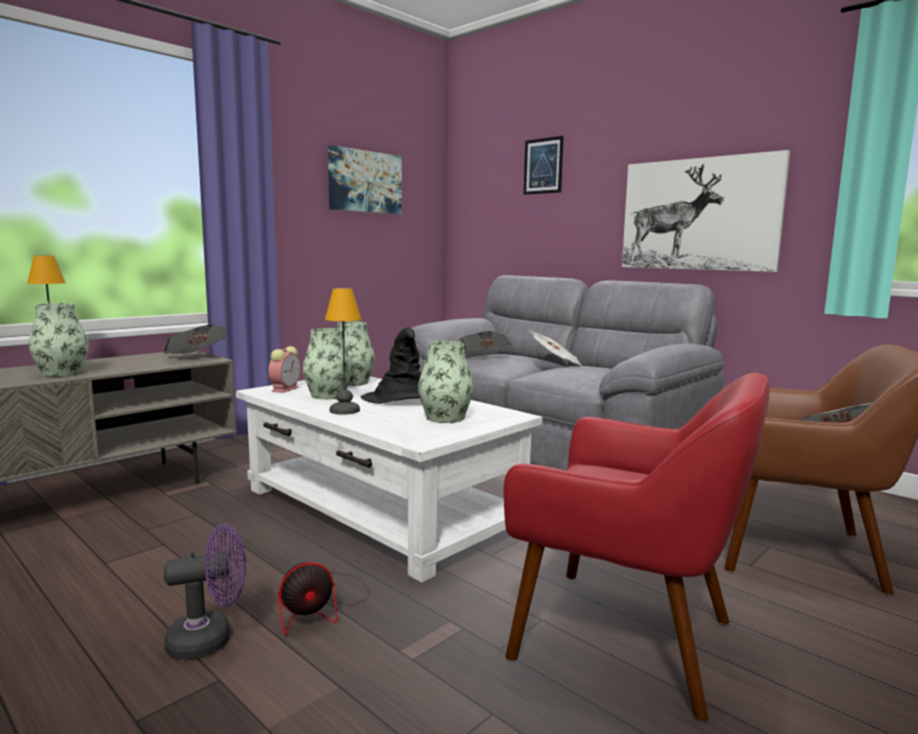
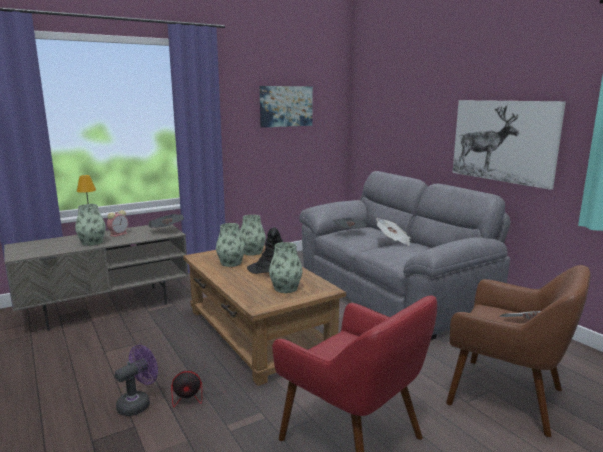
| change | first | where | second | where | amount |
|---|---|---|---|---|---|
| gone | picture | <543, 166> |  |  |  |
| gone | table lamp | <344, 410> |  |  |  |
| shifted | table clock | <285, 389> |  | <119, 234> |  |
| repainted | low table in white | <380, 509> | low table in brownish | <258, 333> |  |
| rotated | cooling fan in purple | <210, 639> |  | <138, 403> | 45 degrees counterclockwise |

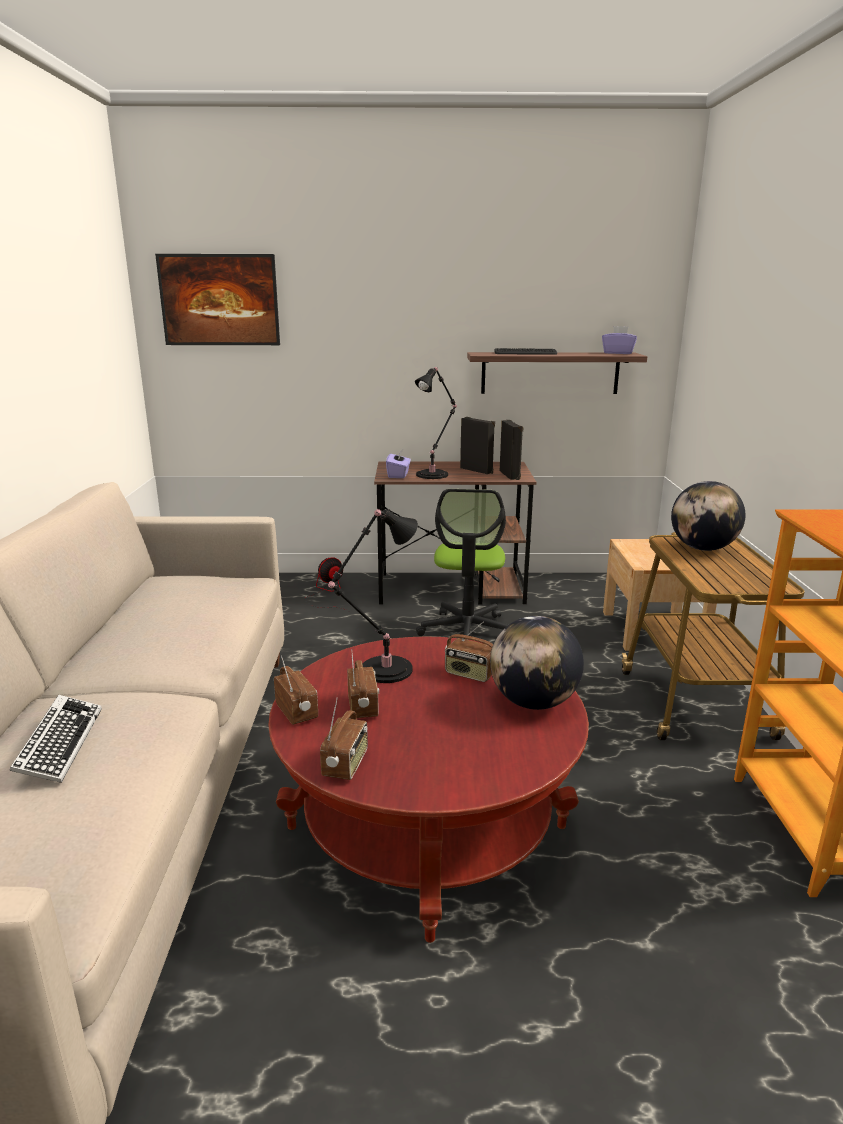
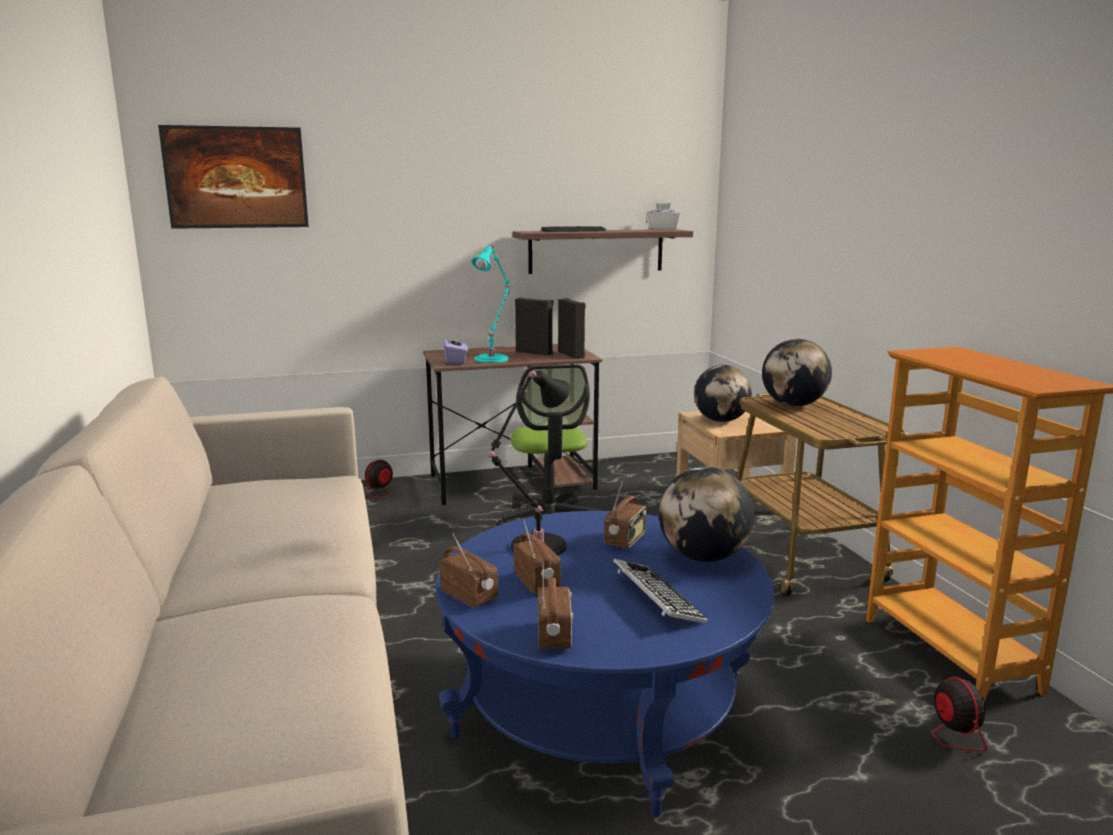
| change | first | where | second | where | amount |
|---|---|---|---|---|---|
| repainted | box of tissues in purple | <618, 353> | box of tissues in white | <662, 229> |  |
| repainted | table lamp in black-coloured | <434, 474> | table lamp in blue-green | <493, 359> |  |
| rotated | radio set | <470, 674> |  | <626, 540> | 75 degrees counterclockwise |
| repainted | low table in red-coloured | <427, 826> | low table in blue-coloured | <600, 709> |  |
| shifted | PC keyboard | <60, 744> |  | <656, 598> |  |
| new |  |  | world globe | <721, 420> |  |
| new |  |  | cooling fan | <923, 728> |  |

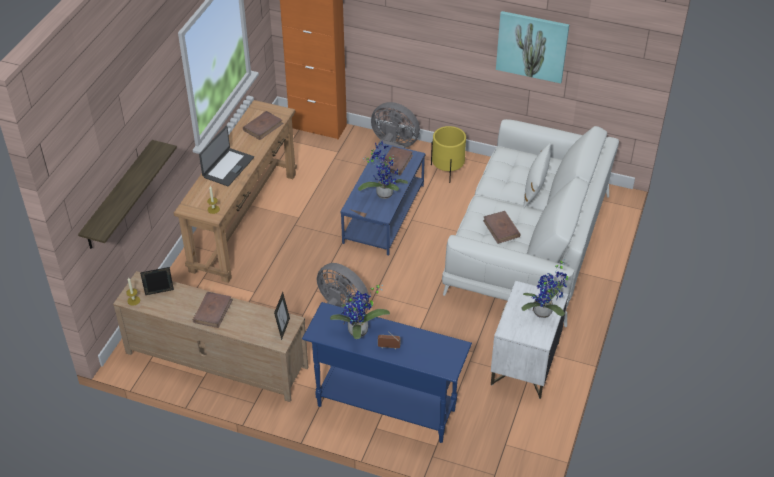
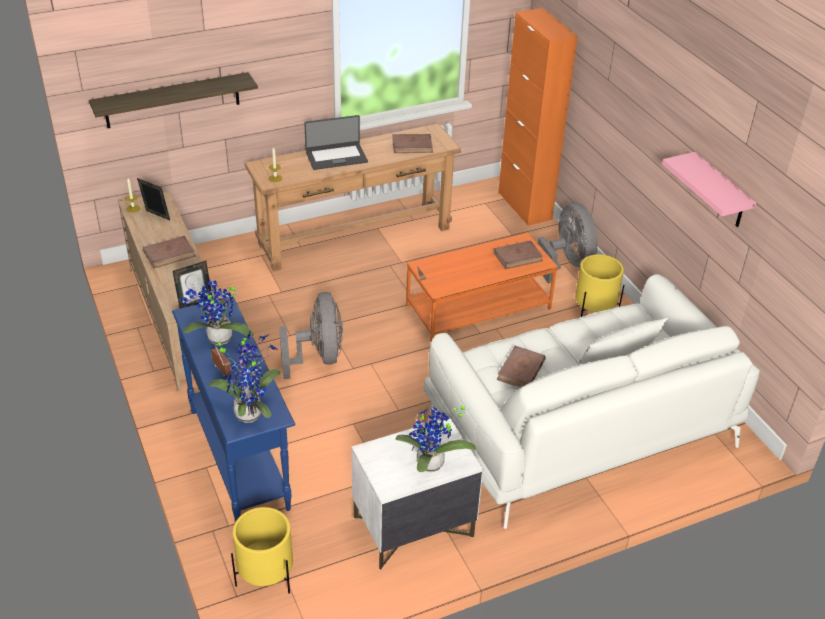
| change | first | where | second | where | amount |
|---|---|---|---|---|---|
| swapped | picture | <532, 46> | shelf in pinkish | <720, 192> |  |
| shifted | houseplant | <383, 192> |  | <250, 412> |  |
| repainted | low table in blue-coloured | <384, 214> | low table in orange | <478, 307> |  |
| new |  |  | plant pot in yellowish | <266, 576> |  |

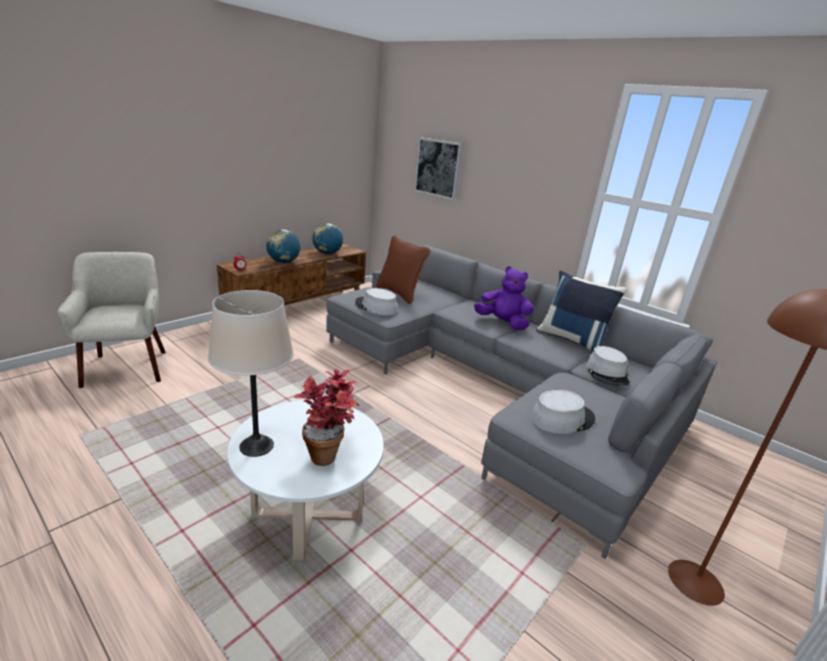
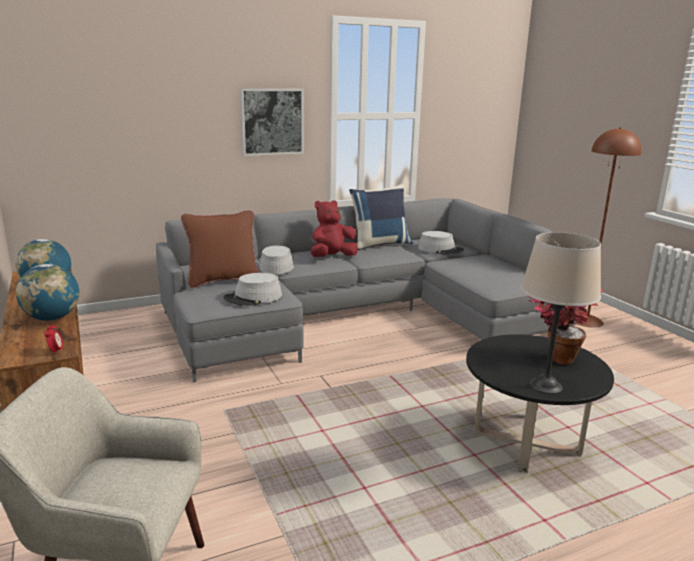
| change | first | where | second | where | amount |
|---|---|---|---|---|---|
| shifted | picture | <438, 168> |  | <272, 121> |  |
| repainted | plush toy in purple | <502, 323> | plush toy in red-coloured | <332, 257> |  |
| shifted | clothing hat in gray | <562, 418> |  | <276, 266> |  |
| repainted | low table in white | <307, 516> | low table in black-coloured | <526, 443> |  |

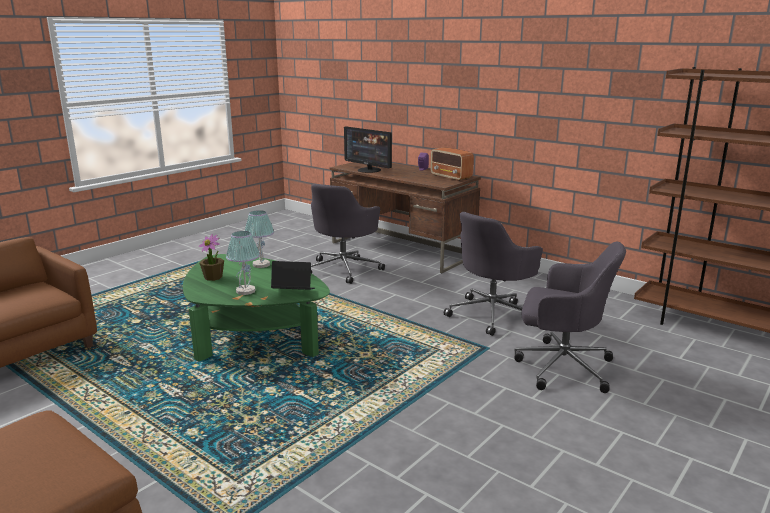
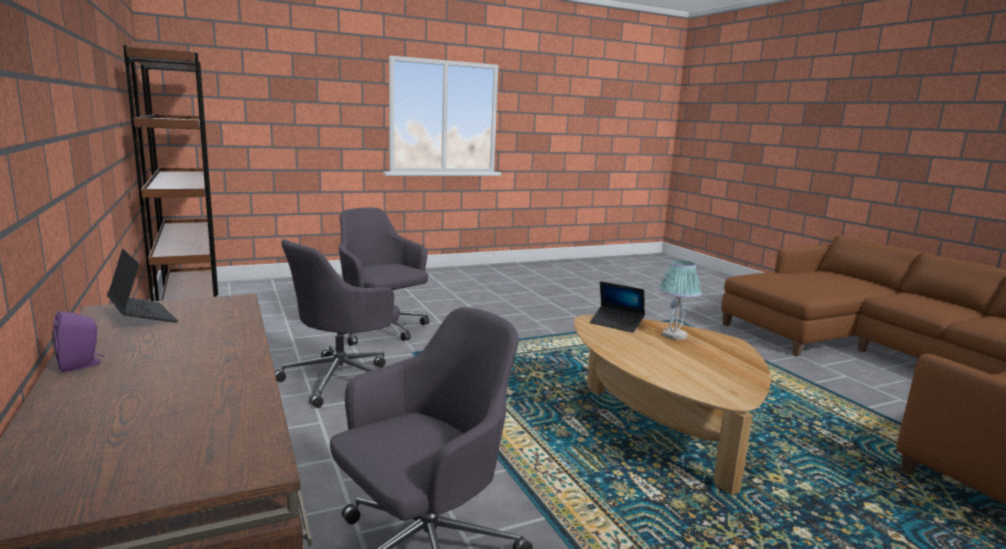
| change | first | where | second | where | amount |
|---|---|---|---|---|---|
| gone | computer display | <369, 170> |  |  |  |
| swapped | radio set | <451, 177> | laptop | <142, 316> |  |
| gone | table lamp | <261, 264> |  |  |  |
| rotated | desk chair in gray | <493, 314> |  | <342, 379> | 150 degrees clockwise |
| gone | houseplant | <213, 277> |  |  |  |
| repainted | low table in greenish | <253, 335> | low table in brownish | <661, 429> |  |

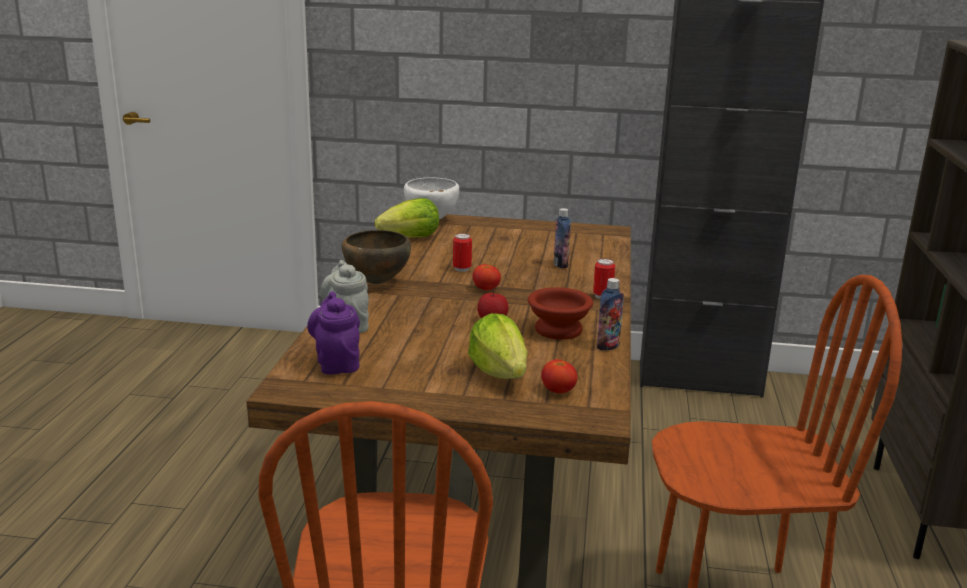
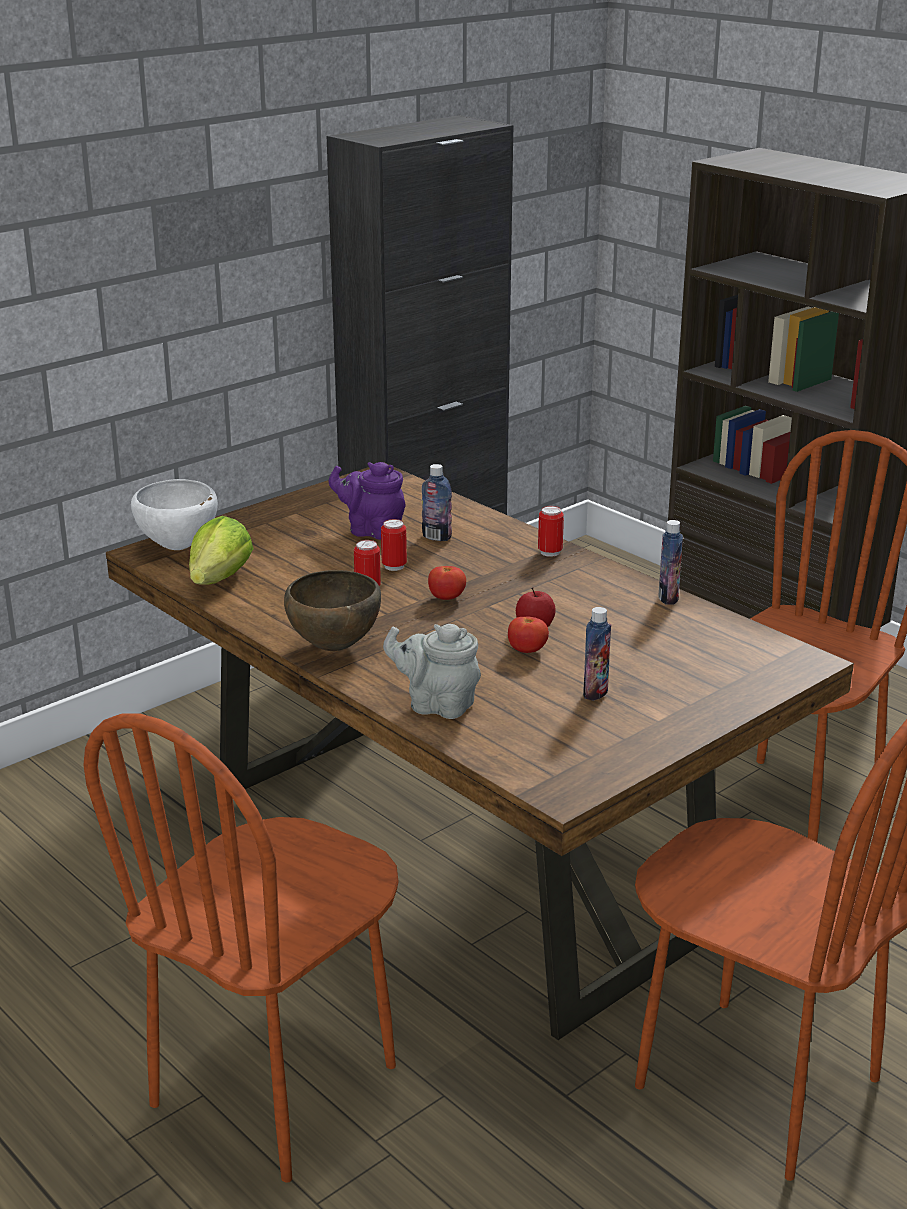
| change | first | where | second | where | amount |
|---|---|---|---|---|---|
| gone | bowl in brownish | <557, 330> |  |  |  |
| shifted | teapot in purple | <337, 363> |  | <371, 530> |  |
| gone | lettuce head | <500, 373> |  |  |  |
| shifted | whole tomato | <558, 391> |  | <527, 651> |  |
| new |  |  | metal can | <394, 566> |  |
| new |  |  | drink bottle | <595, 692> |  |
| new |  |  | chair in brownish | <276, 1086> |  |

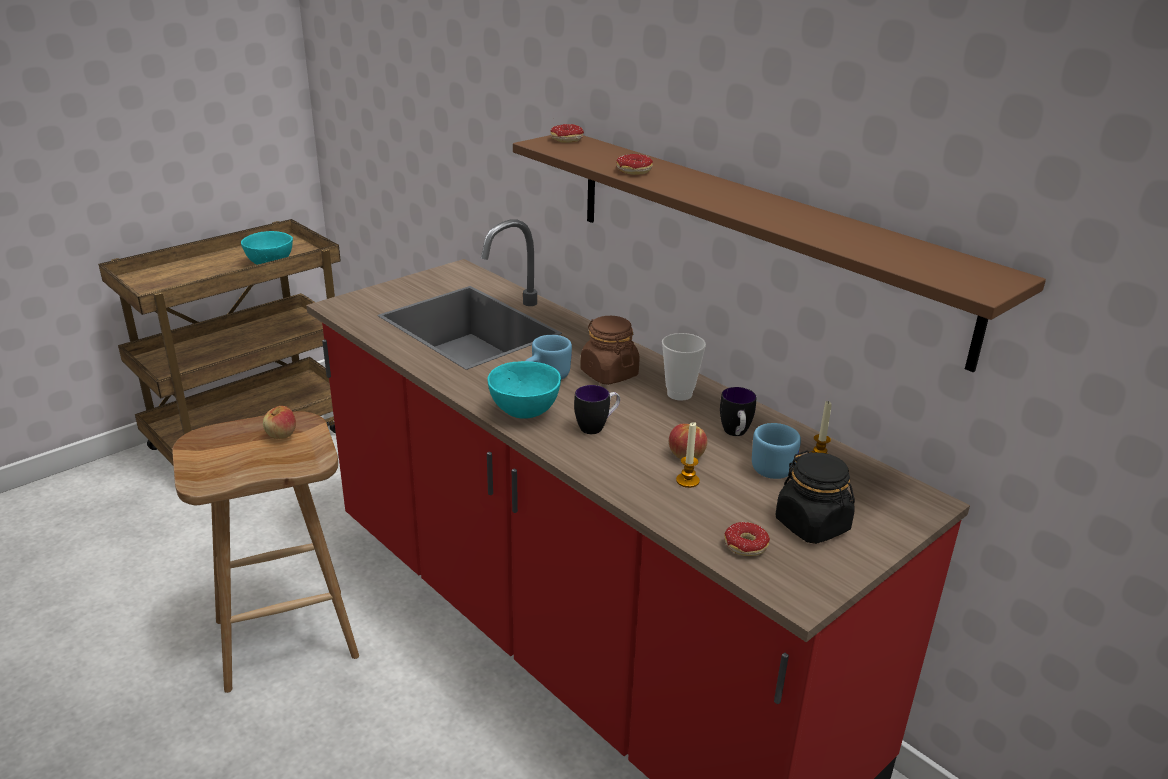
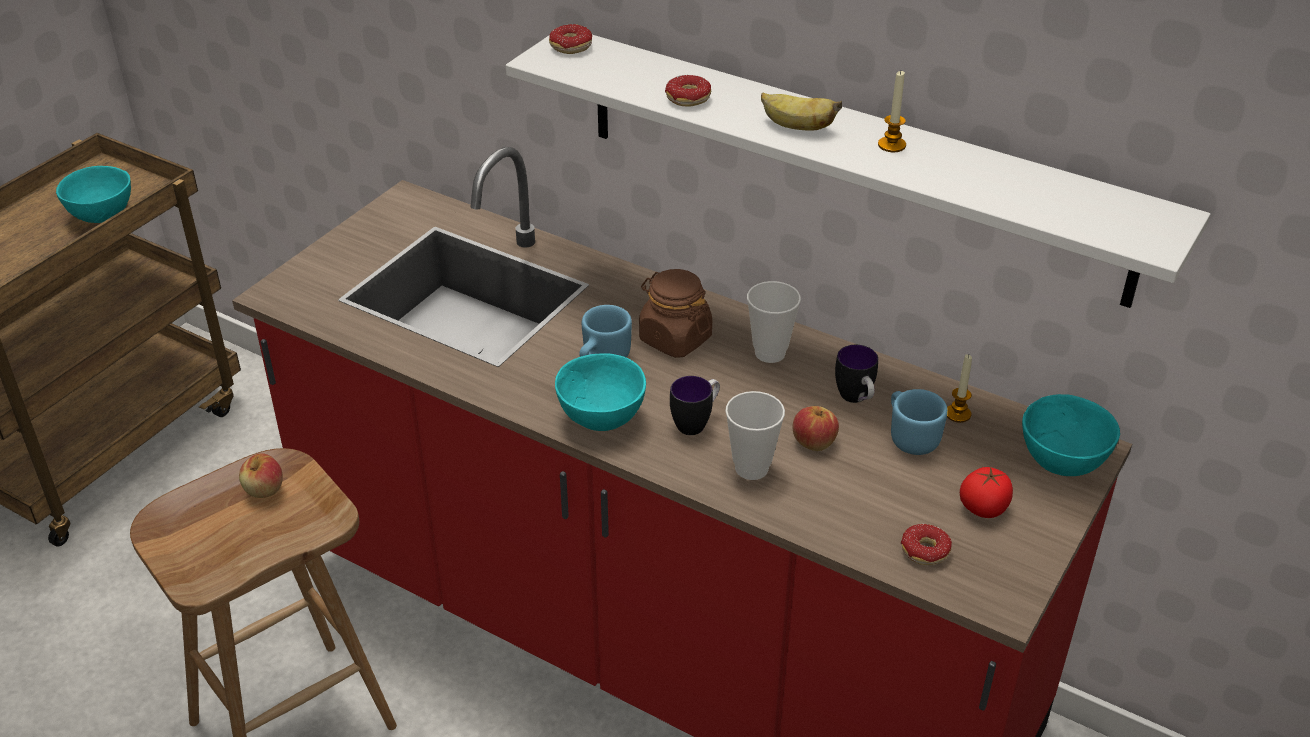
| change | first | where | second | where | amount |
|---|---|---|---|---|---|
| repainted | shelf in brownish | <757, 238> | shelf in white | <849, 162> |  |
| shifted | candle | <687, 481> |  | <891, 145> |  |
| swapped | preserve jar in black-coloured | <812, 525> | whole tomato | <983, 507> |  |
| new |  |  | whole banana | <796, 127> |  |
| new |  |  | small cup | <751, 468> |  |
| new |  |  | bowl in blue-green | <1060, 463> |  |

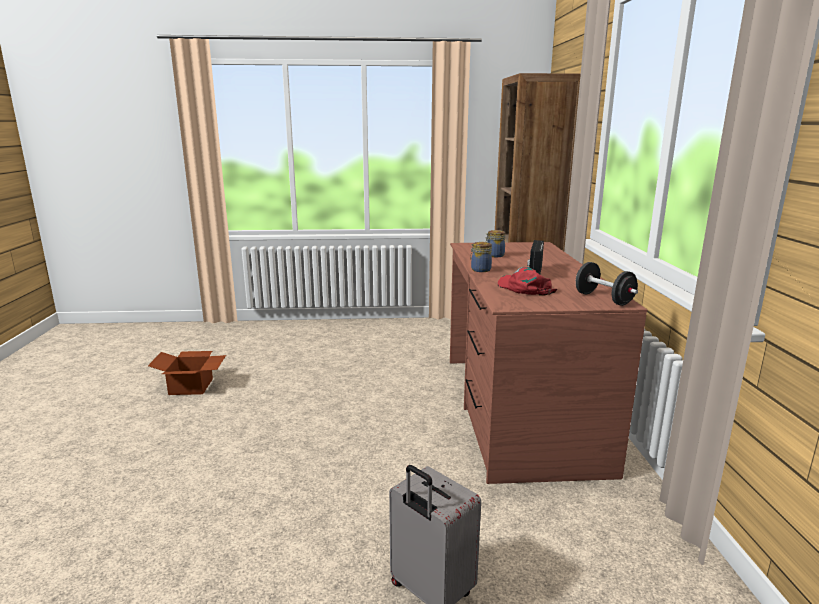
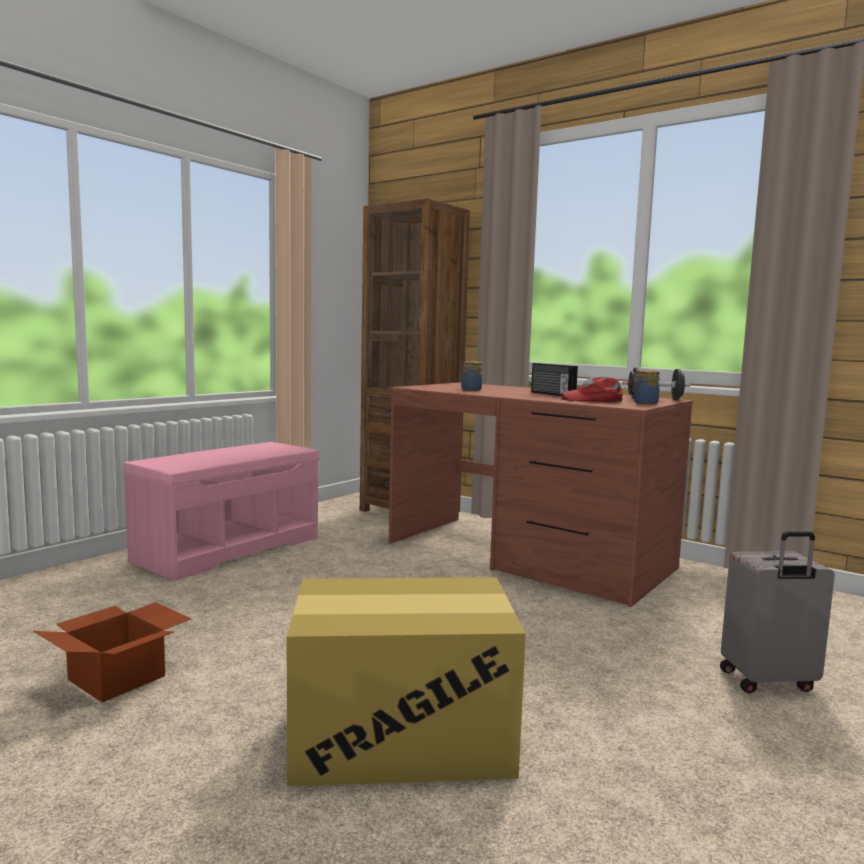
| change | first | where | second | where | amount |
|---|---|---|---|---|---|
| shifted | preserve jar | <480, 270> |  | <644, 403> |  |
| new |  |  | bench in pinkish | <229, 548> |  |
| new |  |  | cardboard box | <402, 737> |  |

